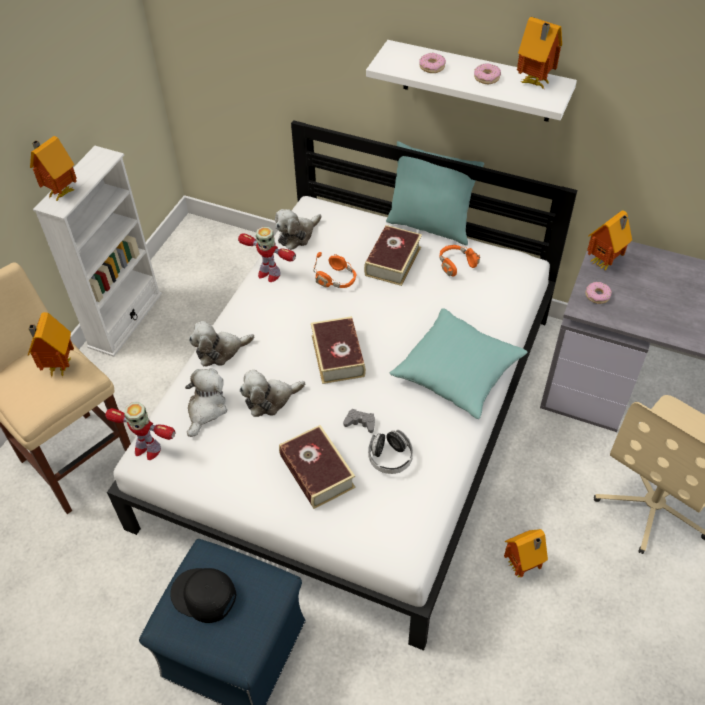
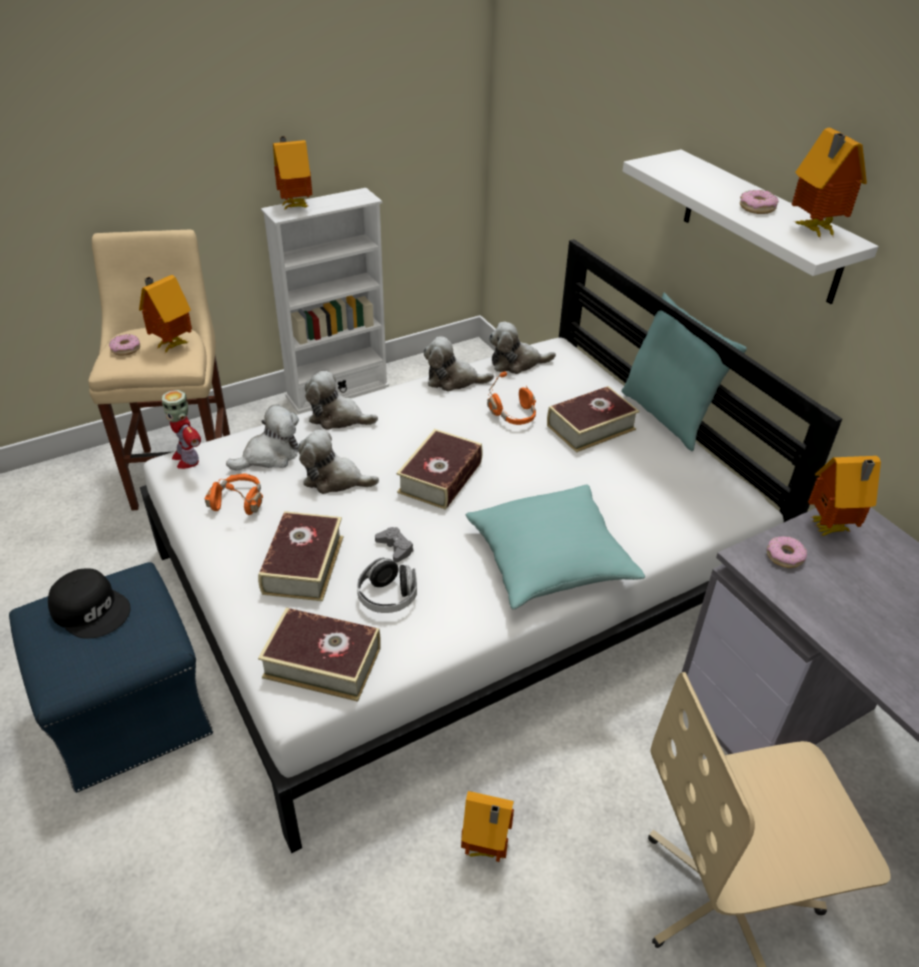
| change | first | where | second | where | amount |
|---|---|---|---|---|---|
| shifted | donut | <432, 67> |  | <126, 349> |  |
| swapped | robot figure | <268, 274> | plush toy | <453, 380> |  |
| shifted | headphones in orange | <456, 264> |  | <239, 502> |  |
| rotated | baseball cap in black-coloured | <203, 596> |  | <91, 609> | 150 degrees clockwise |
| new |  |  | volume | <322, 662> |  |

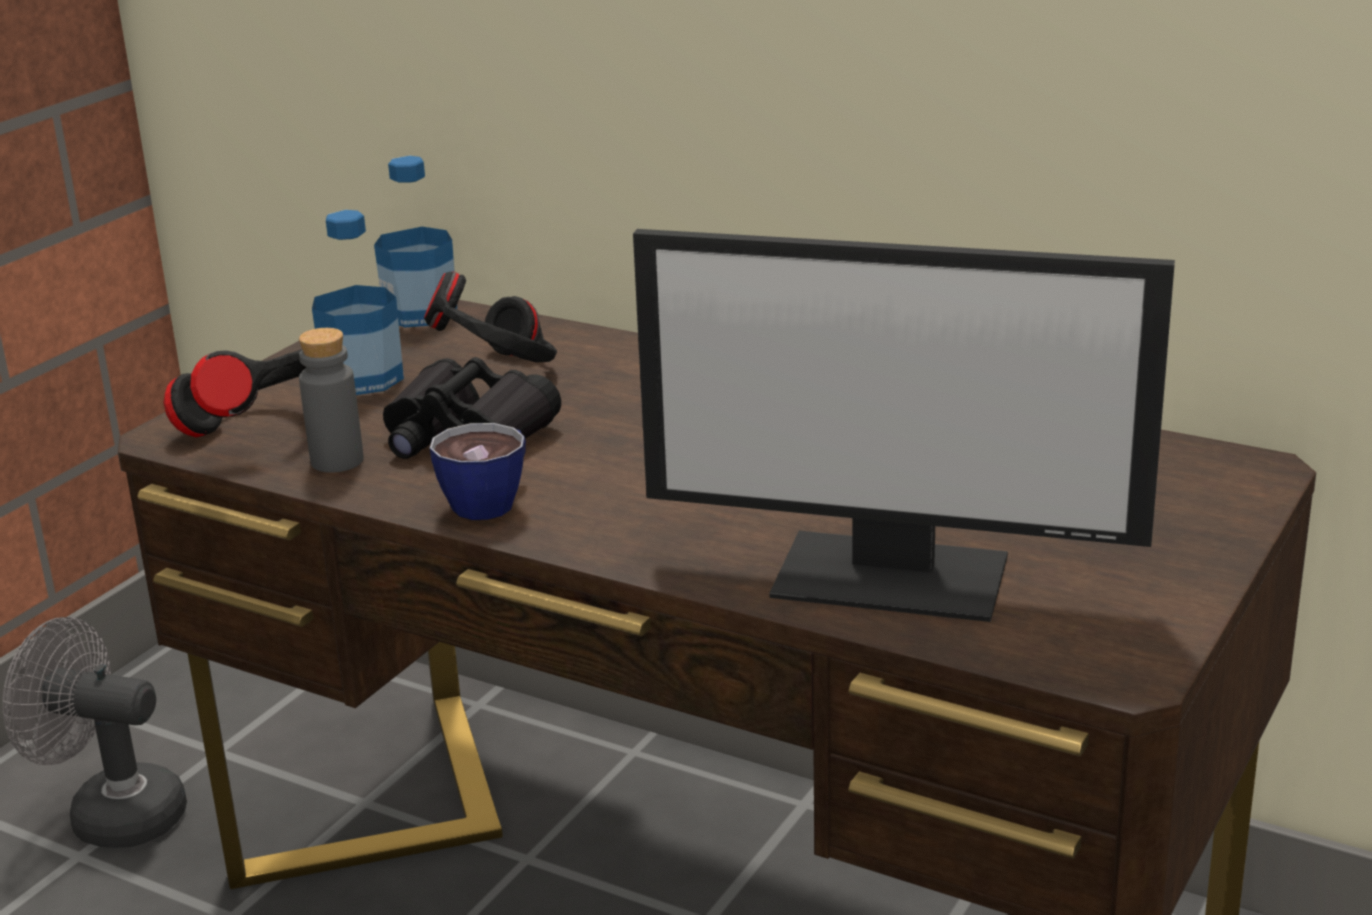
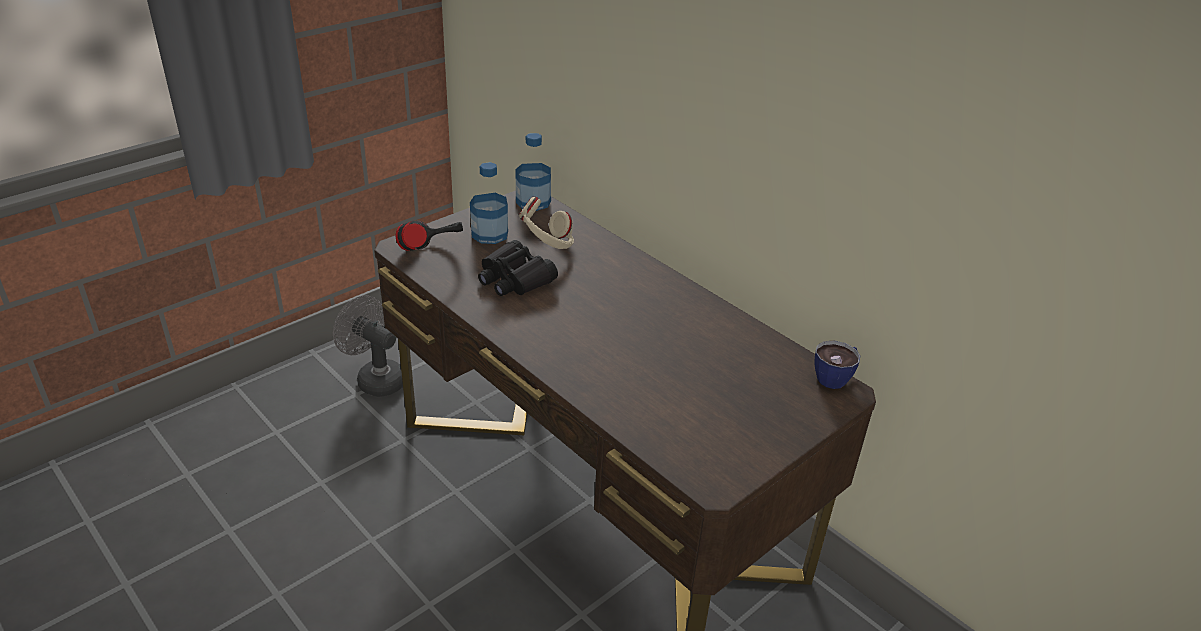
| change | first | where | second | where | amount |
|---|---|---|---|---|---|
| gone | computer display | <894, 574> |  |  |  |
| repainted | headphones in black-coloured | <498, 372> | headphones in sand-coloured | <547, 245> |  |
| gone | drink bottle in gray | <337, 461> |  |  |  |
| shifted | small cup | <492, 500> |  | <835, 377> |  |

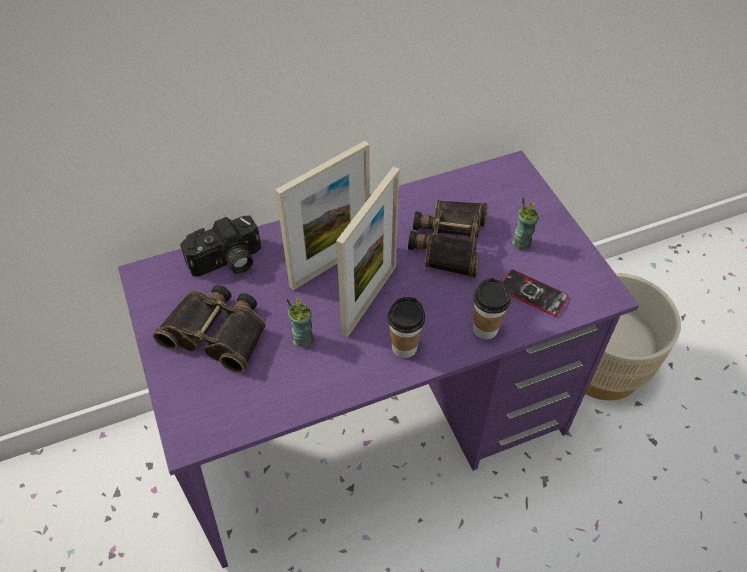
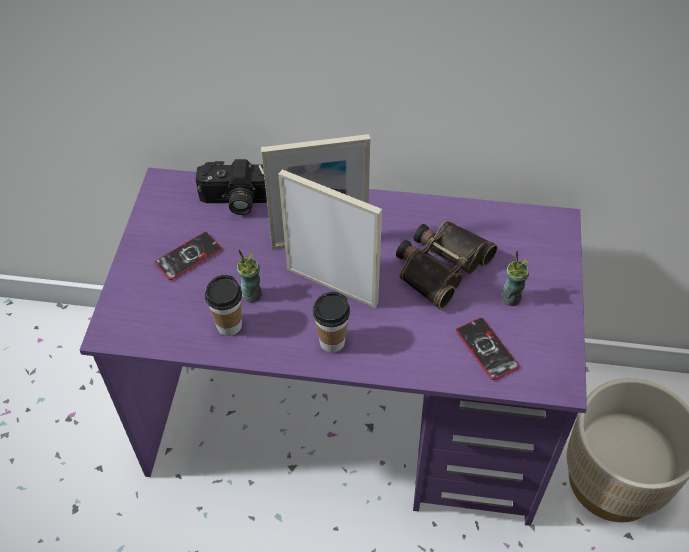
| change | first | where | second | where | amount |
|---|---|---|---|---|---|
| rotated | photo frame | <369, 299> |  | <332, 286> | 120 degrees counterclockwise |
| shifted | small cup | <485, 329> |  | <229, 325> |  |
| swapped | field glasses | <218, 332> | phone | <188, 256> |  |

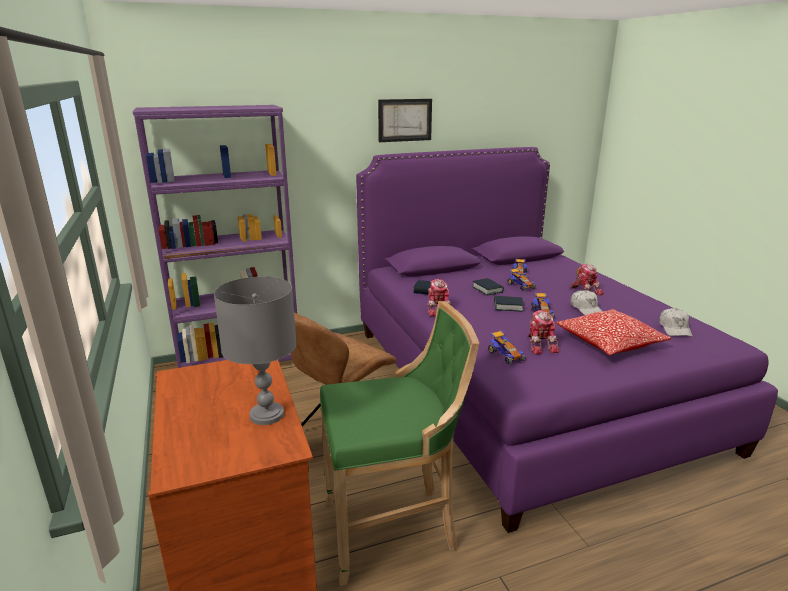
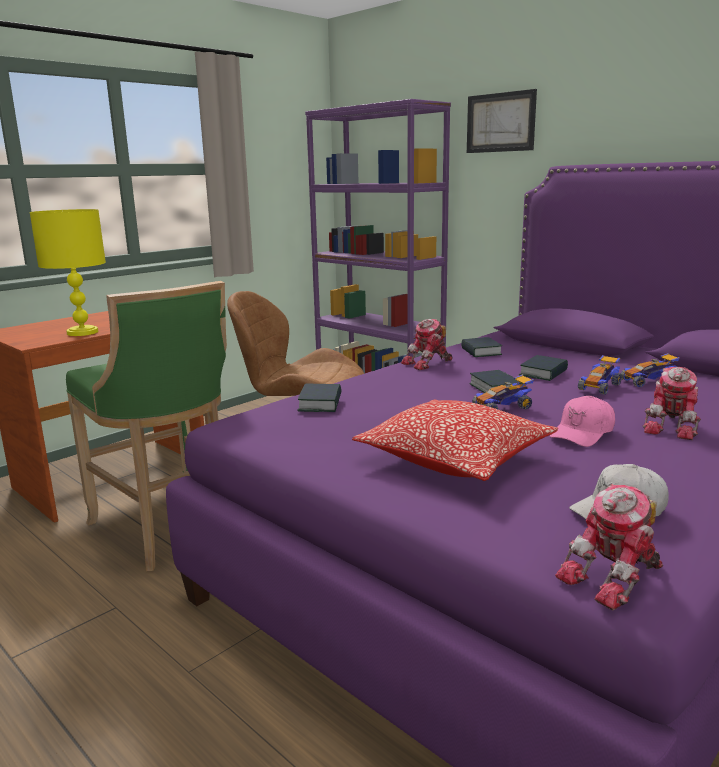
| change | first | where | second | where | amount |
|---|---|---|---|---|---|
| shifted | picture | <405, 120> |  | <500, 122> |  |
| repainted | table lamp in gray | <266, 415> | table lamp in yellowish | <82, 332> |  |
| repainted | baseball cap in white | <586, 309> | baseball cap in pinkish | <583, 433> |  |
| shifted | robot figure | <540, 345> |  | <615, 578> |  |
| swapped | model car | <505, 356> | volume | <320, 403> |  |

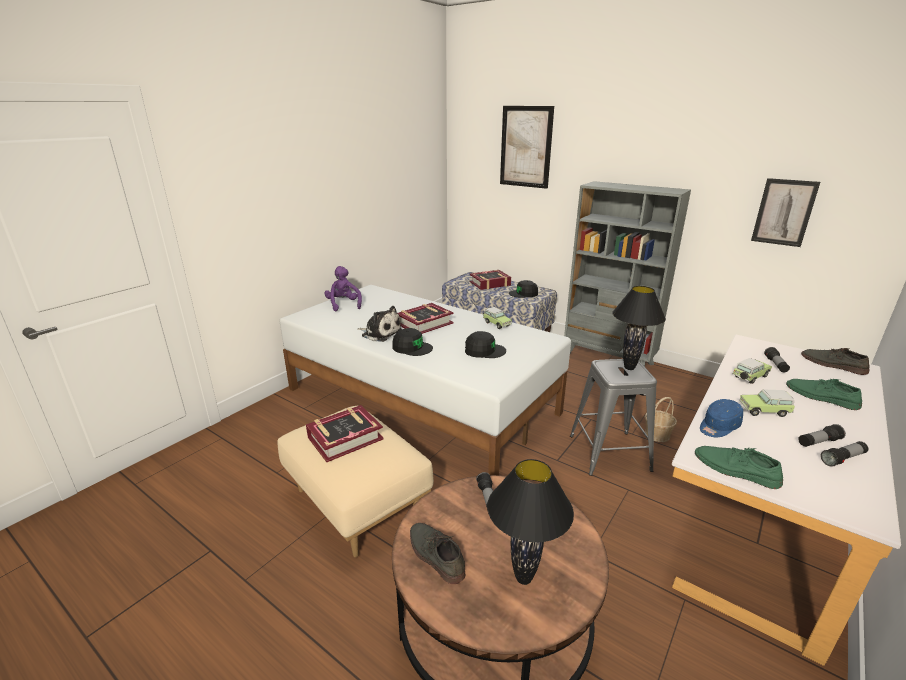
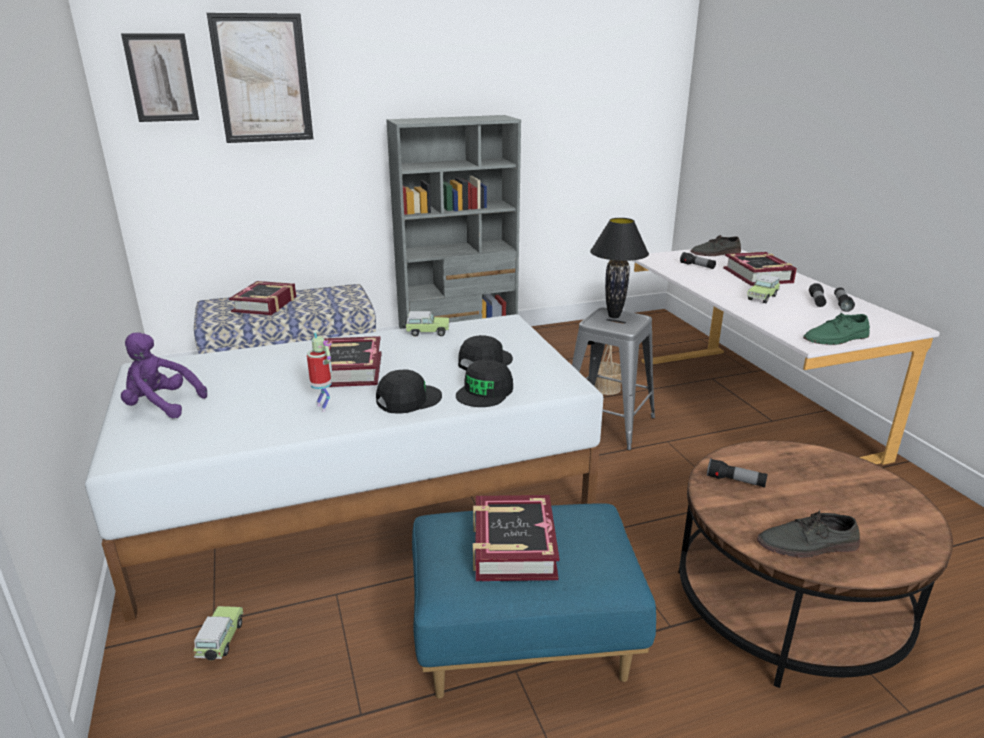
| change | first | where | second | where | amount |
|---|---|---|---|---|---|
| shifted | picture | <784, 212> |  | <161, 78> |  |
| shifted | baseball cap in black-coloured | <523, 293> |  | <485, 392> |  |
| swapped | plush toy | <380, 333> | robot figure | <324, 407> |  |
| shifted | model car | <749, 377> |  | <220, 642> |  |
| swapped | low shoe in greenish | <821, 397> | volume | <758, 275> |  |
| gone | baseball cap in blue-coloured | <718, 426> |  |  |  |
| repainted | ottoman in sand-coloured | <359, 503> | ottoman in blue-coloured | <525, 640> |  |
| gone | table lamp in black-coloured | <524, 578> |  |  |  |

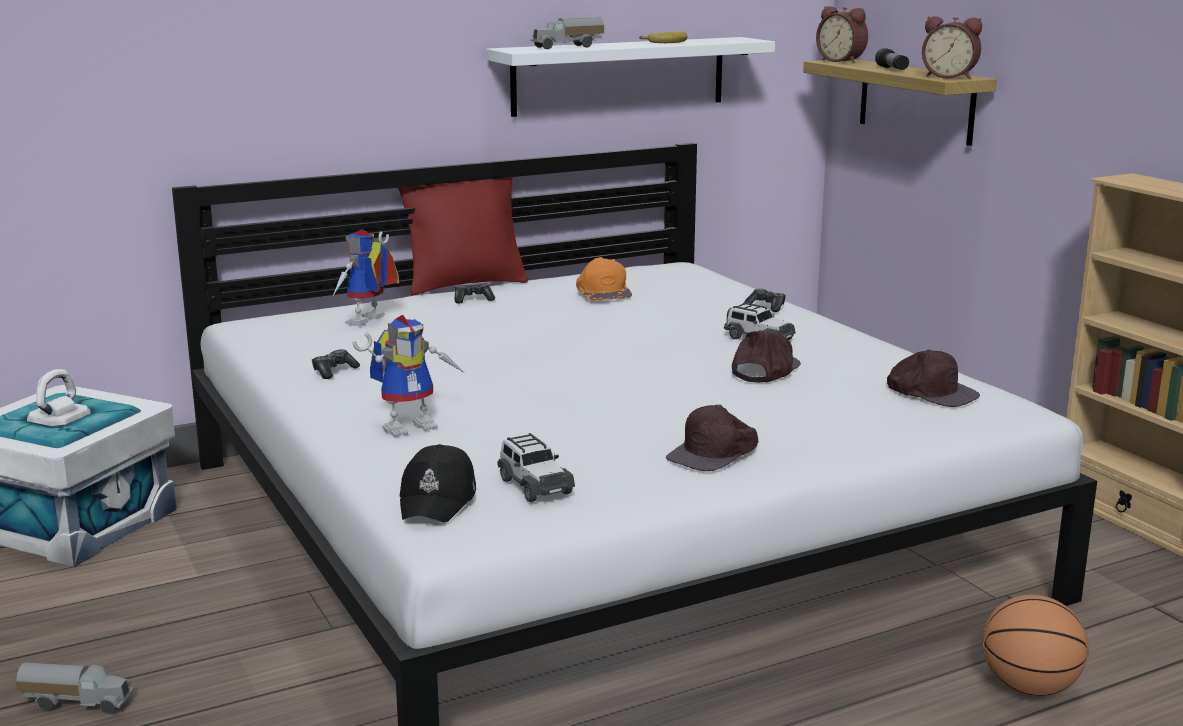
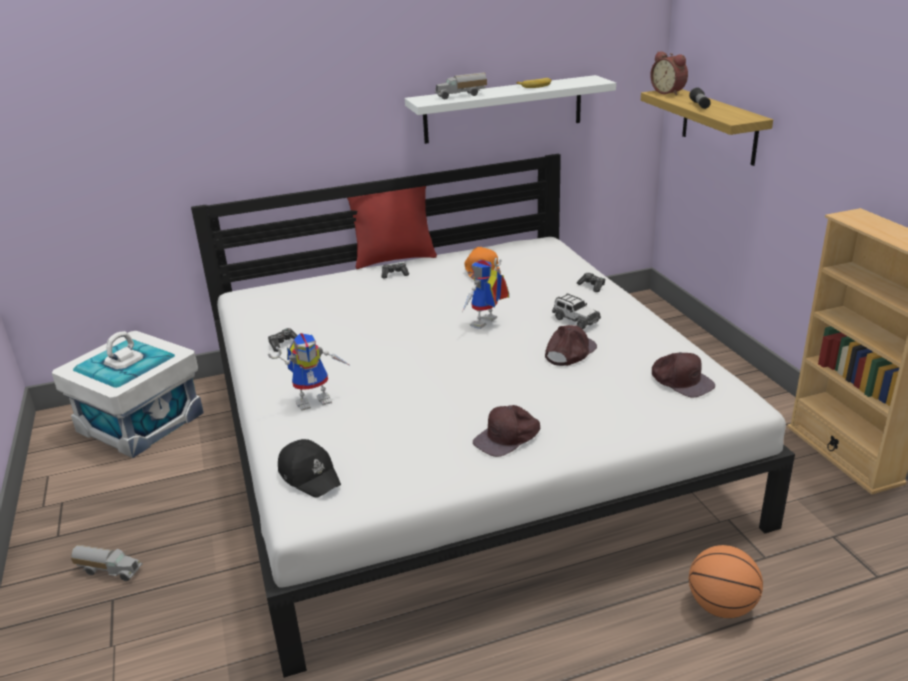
| change | first | where | second | where | amount |
|---|---|---|---|---|---|
| gone | table clock | <950, 77> |  |  |  |
| shifted | robot figure | <368, 322> |  | <486, 324> |  |
| gone | model car | <534, 485> |  |  |  |
| rotated | baseball cap in black-coloured | <439, 500> |  | <310, 475> | 60 degrees counterclockwise |

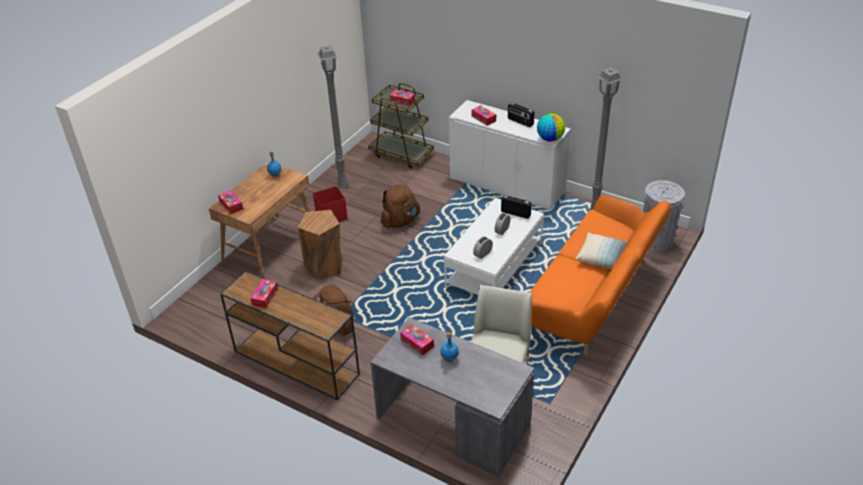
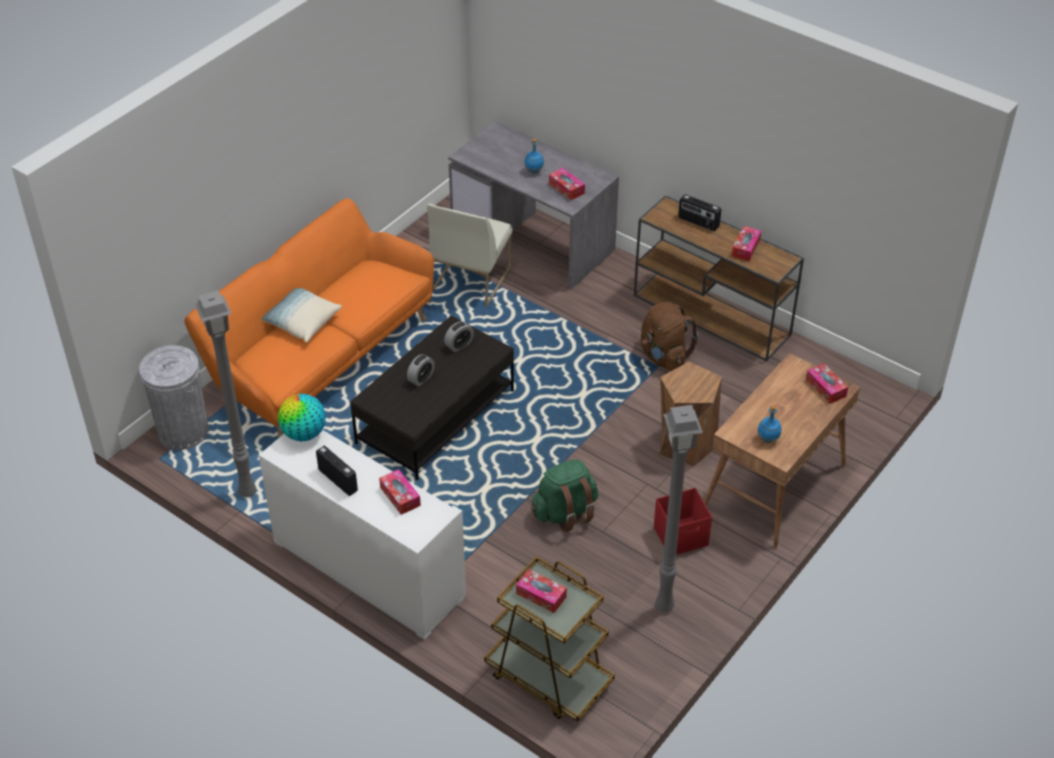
| change | first | where | second | where | amount |
|---|---|---|---|---|---|
| repainted | rucksack in brownish | <400, 221> | rucksack in greenish | <565, 512> |  |
| shifted | radio set | <516, 213> |  | <698, 222> |  |
| repainted | low table in white | <494, 266> | low table in black-coloured | <435, 417> |  |

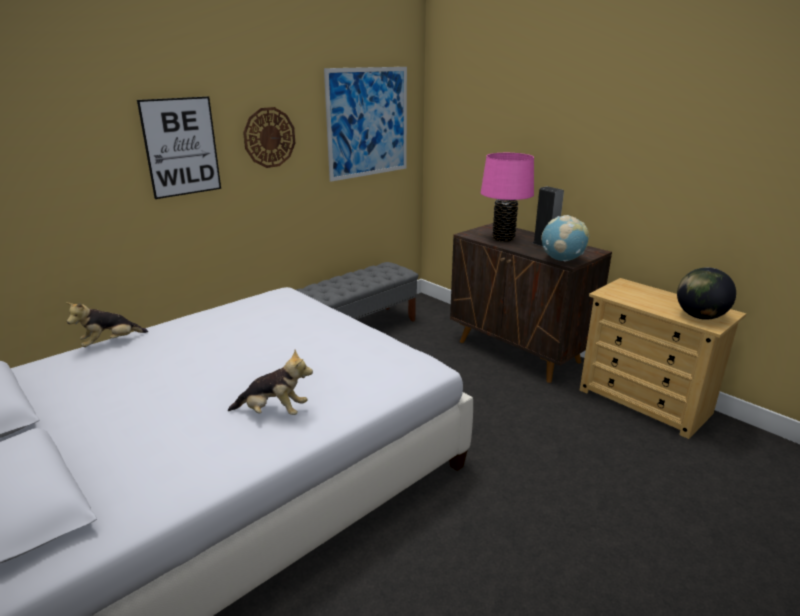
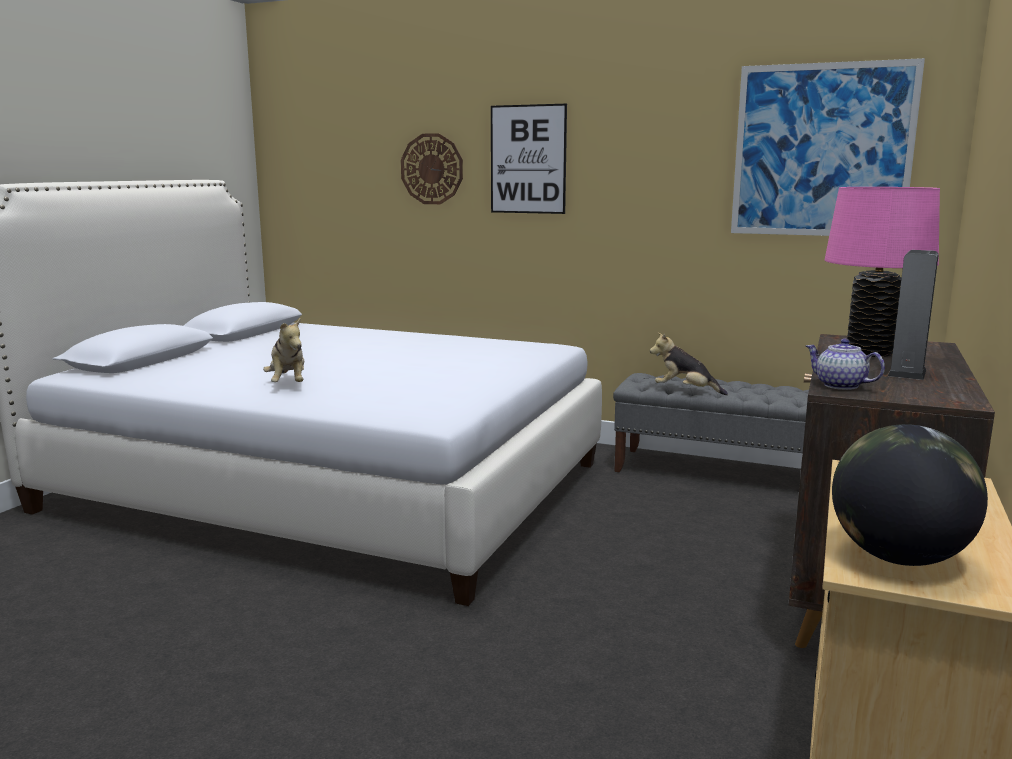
| change | first | where | second | where | amount |
|---|---|---|---|---|---|
| shifted | hanging clock | <269, 137> |  | <432, 169> |  |
| swapped | world globe | <562, 260> | teapot | <839, 385> |  |
| shifted | plush toy | <110, 343> |  | <685, 391> |  |

